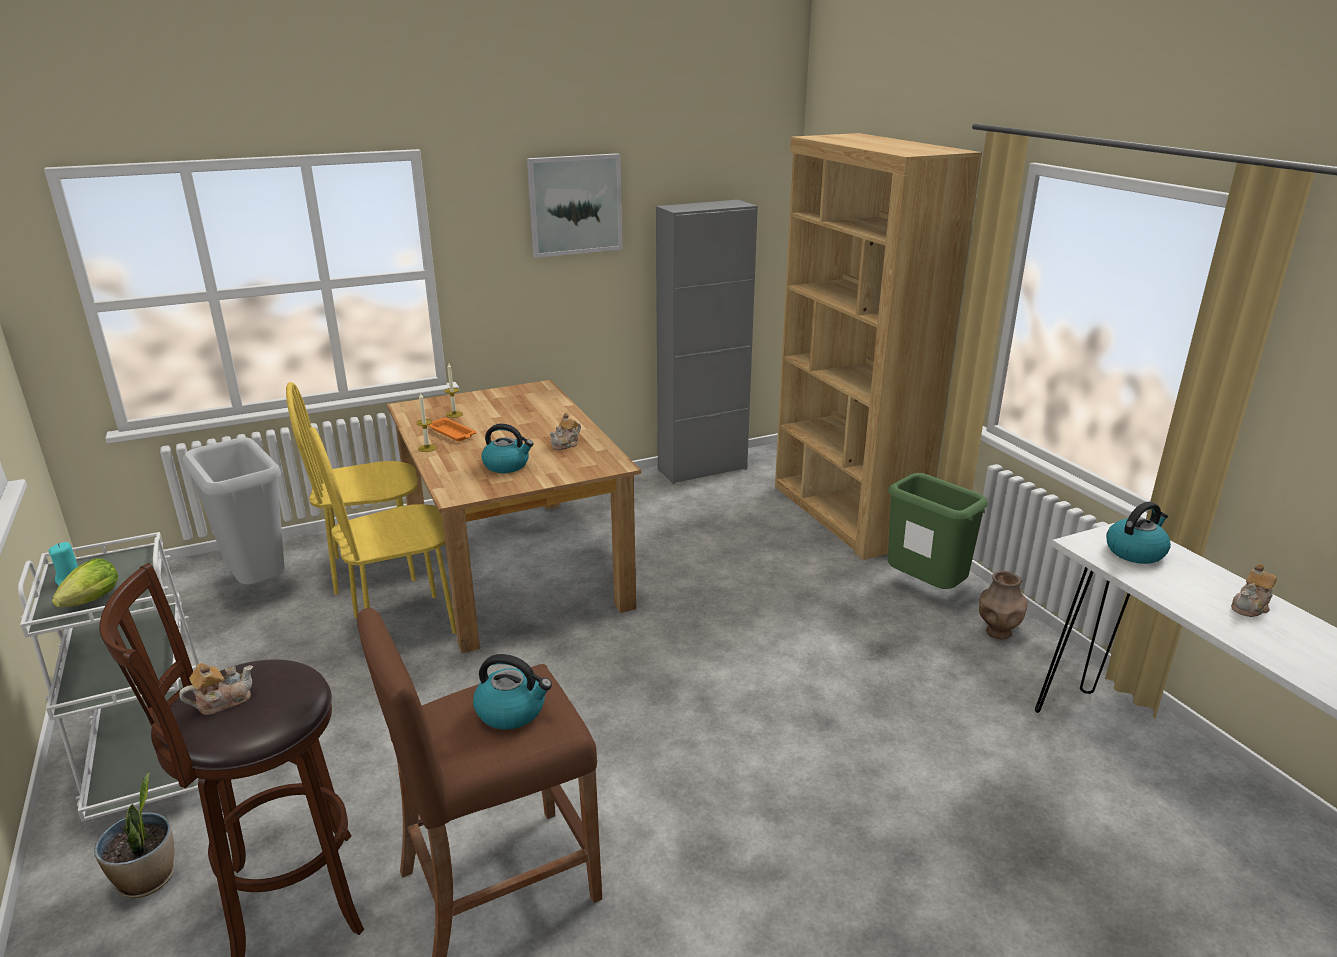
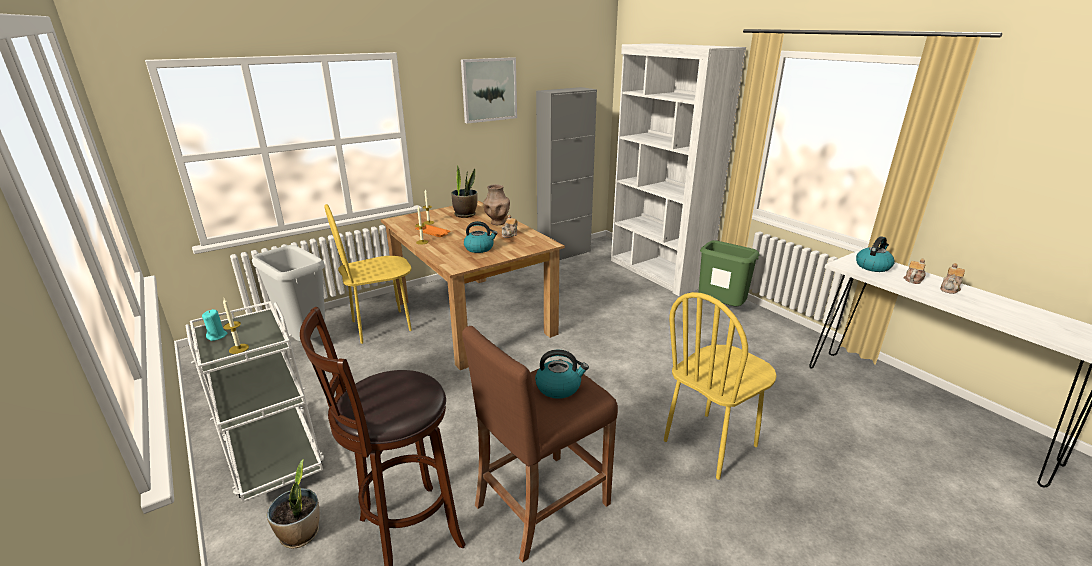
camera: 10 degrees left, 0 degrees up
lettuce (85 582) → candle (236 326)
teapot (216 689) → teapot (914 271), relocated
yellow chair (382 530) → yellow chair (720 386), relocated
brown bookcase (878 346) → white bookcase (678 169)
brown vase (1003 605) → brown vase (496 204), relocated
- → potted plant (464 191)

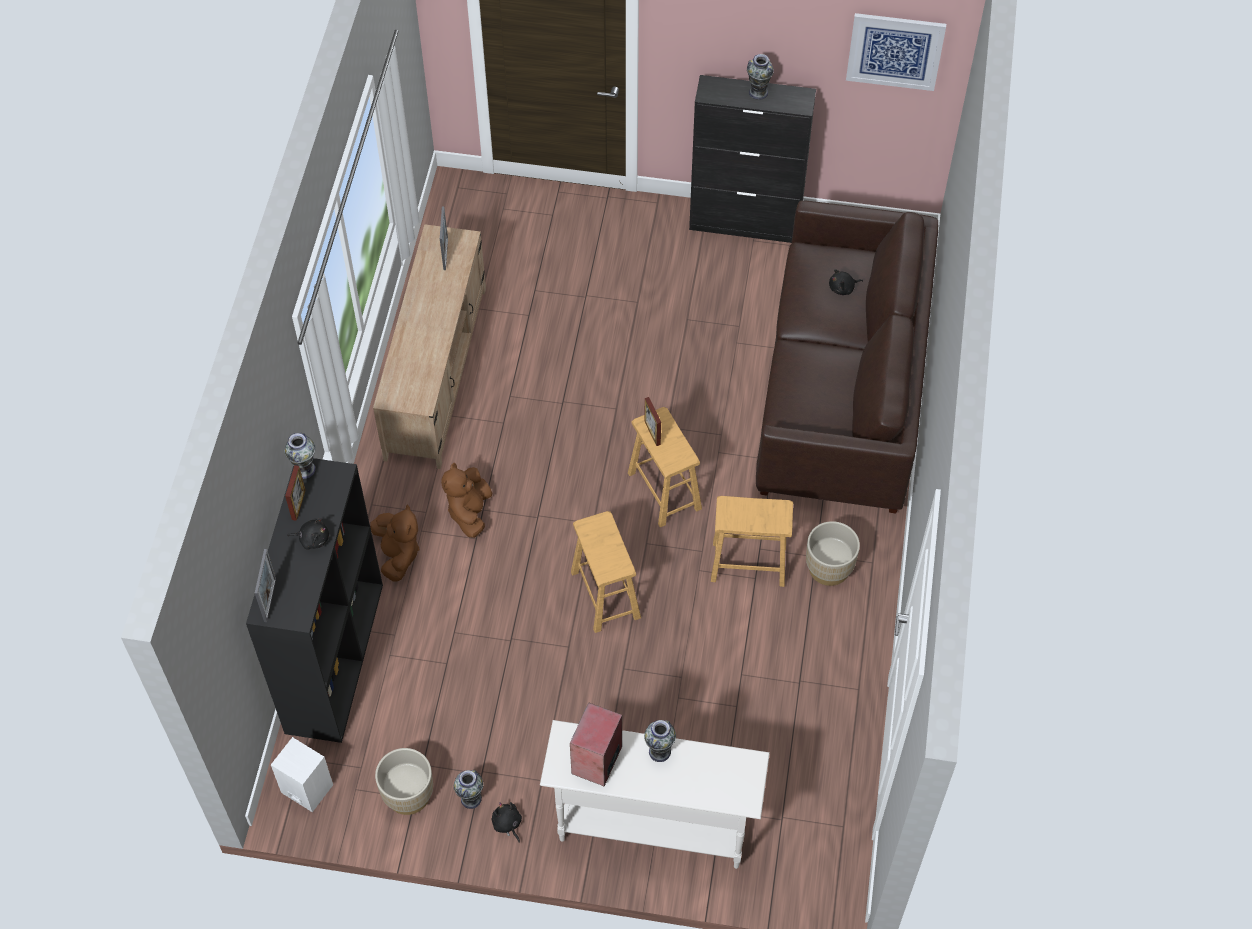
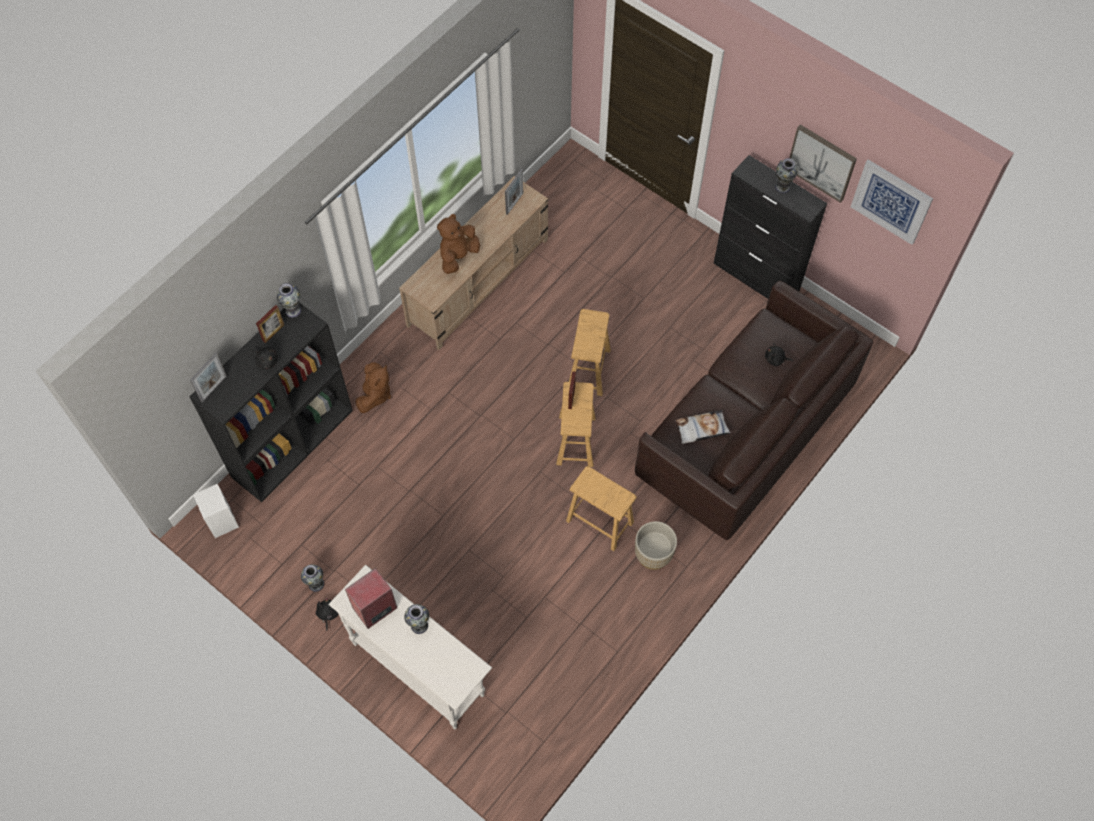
camera: 30 degrees right, 5 degrees up
beige planter (404 781) → -
brown plush toy (466 500) → brown plush toy (458 244), relocated
brown stool (606 572) → brown stool (590 352), relocated
- → pillow (703 427)
- → picture (823 164)

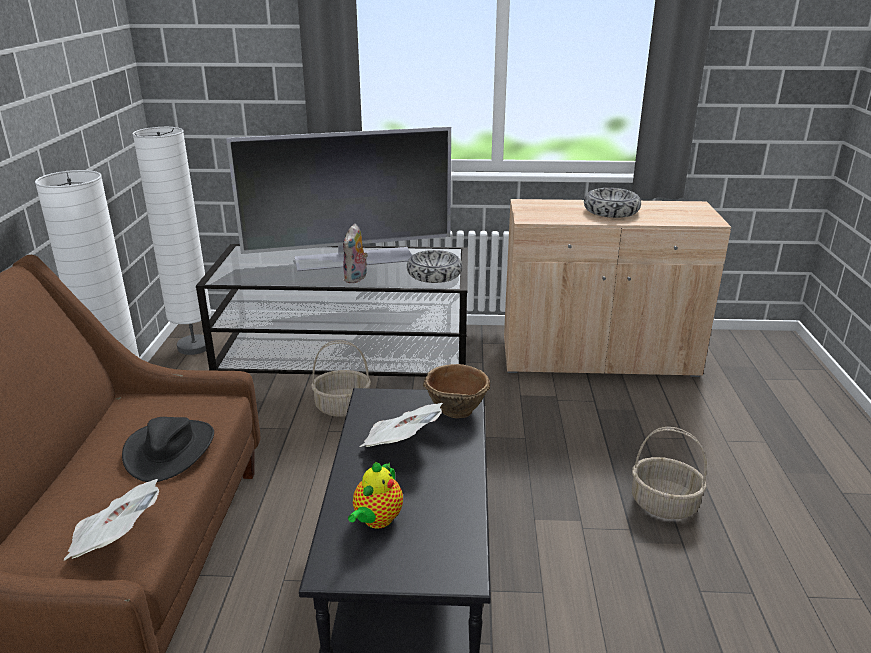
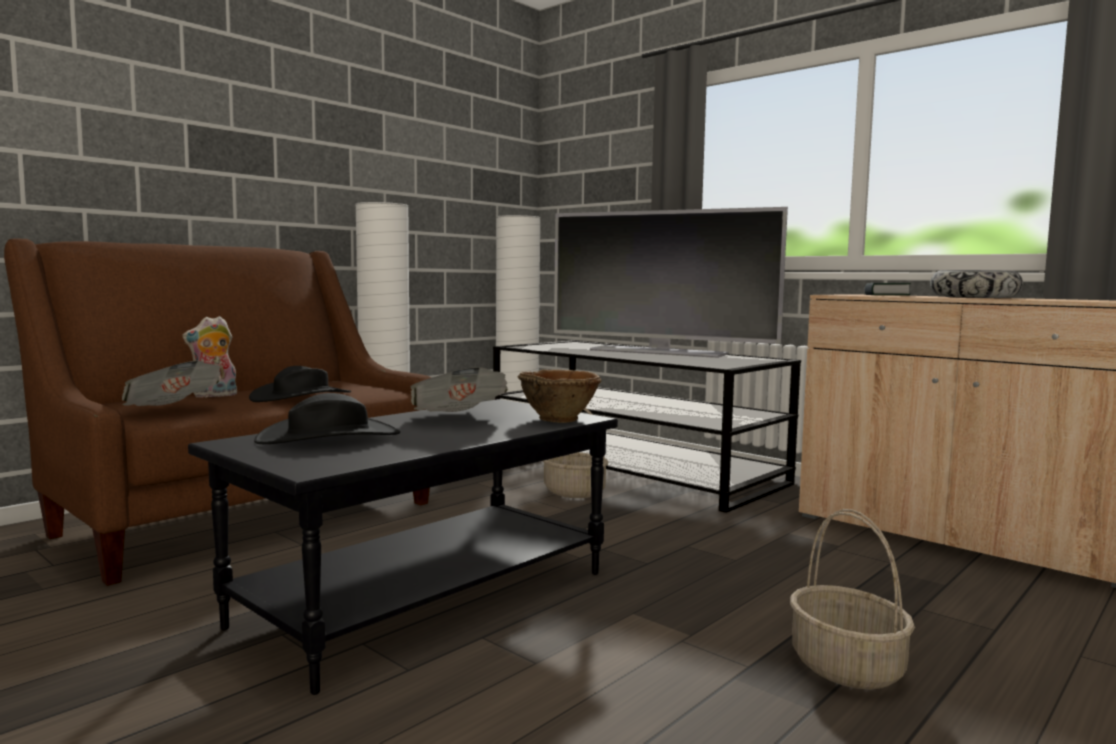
camera: 40 degrees right, 20 degrees down
plush toy (355 253) → plush toy (209 357), relocated
teapot (375 495) → black hat (327 418)
bowl (435 266) → -
- → book (888 289)

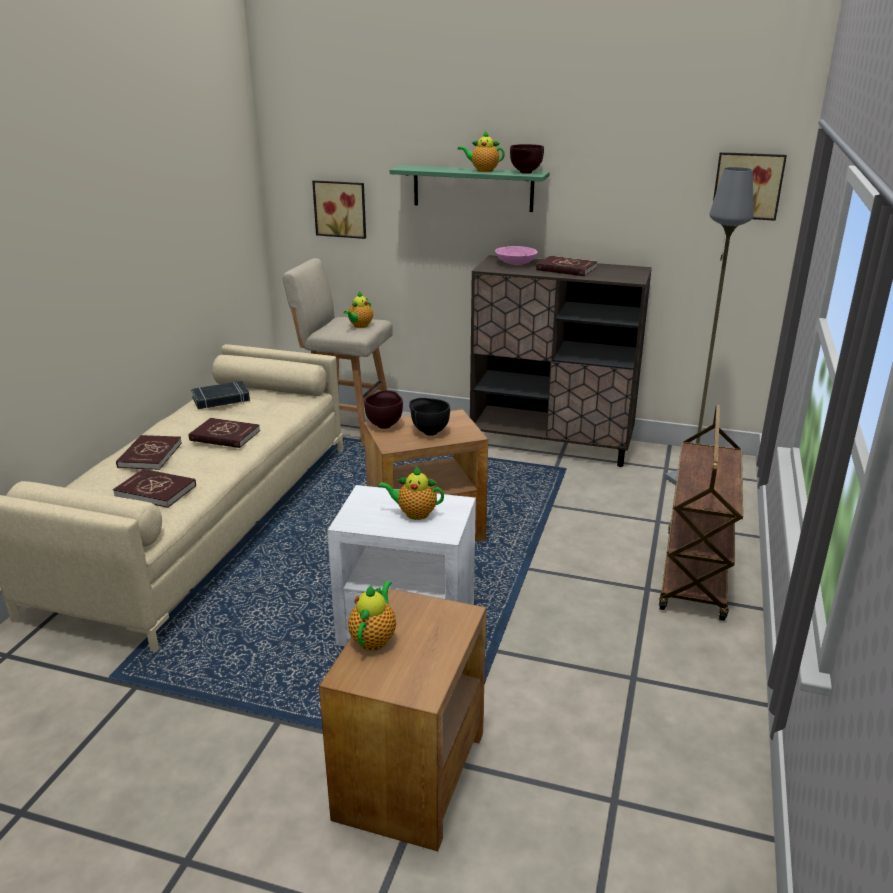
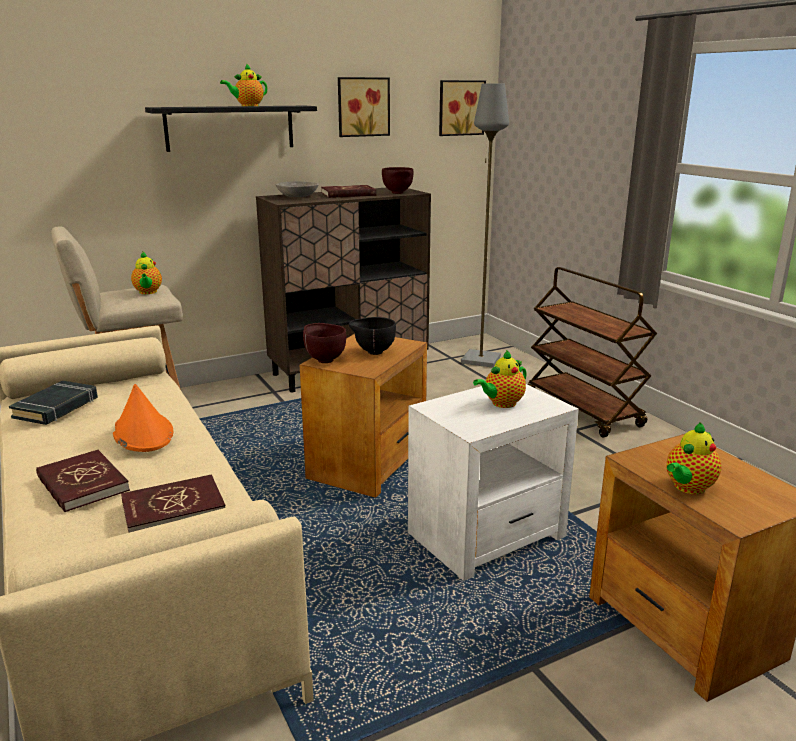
camera: 45 degrees left, 5 degrees down
red book (224 433) → orange hat (143 418)
picture (339 209) → picture (364 107), relocated
teapot (372 616) → teapot (694 458), 105 degrees counterclockwise
green shelf (470 188) → black shelf (231 129)
pink bowl (516 255) → grey bowl (297 189)
brown bowl (527 159) → brown bowl (398 180), relocated

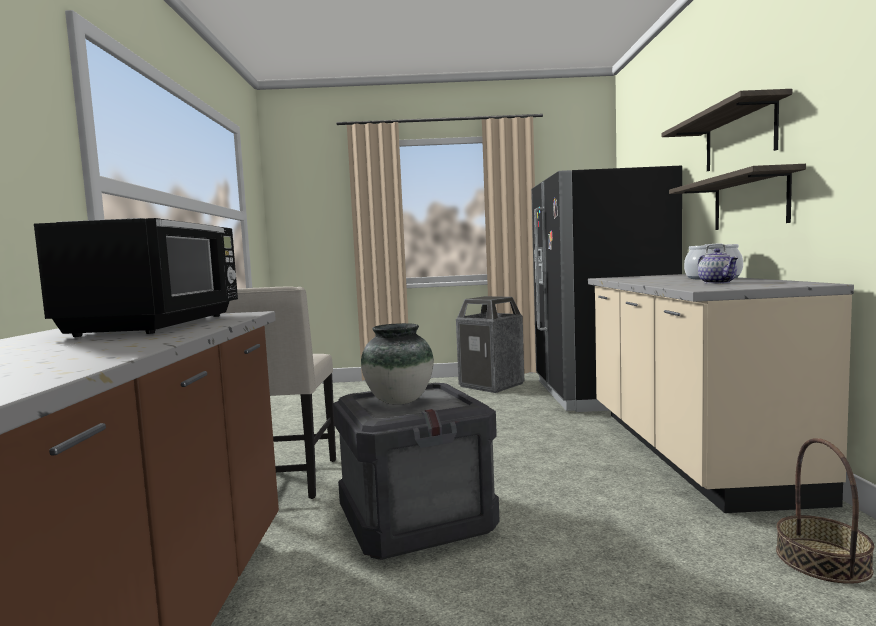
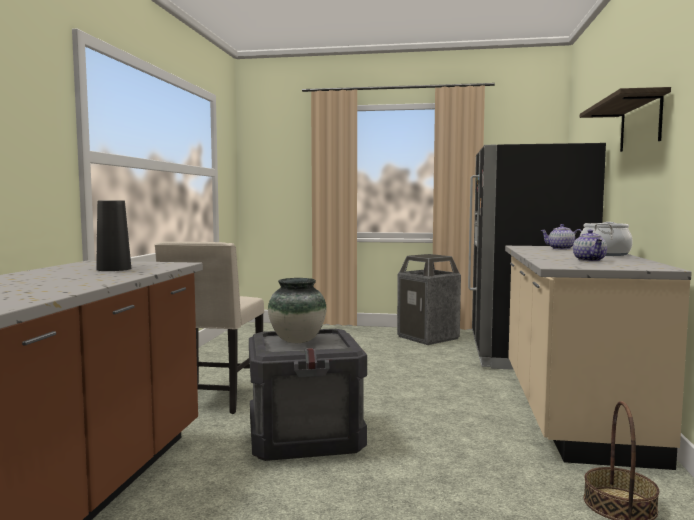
camera: 10 degrees right, 0 degrees up
black microwave (136 277) → black vase (113 235)
shelf (737 197) → -
- → teapot (561 236)

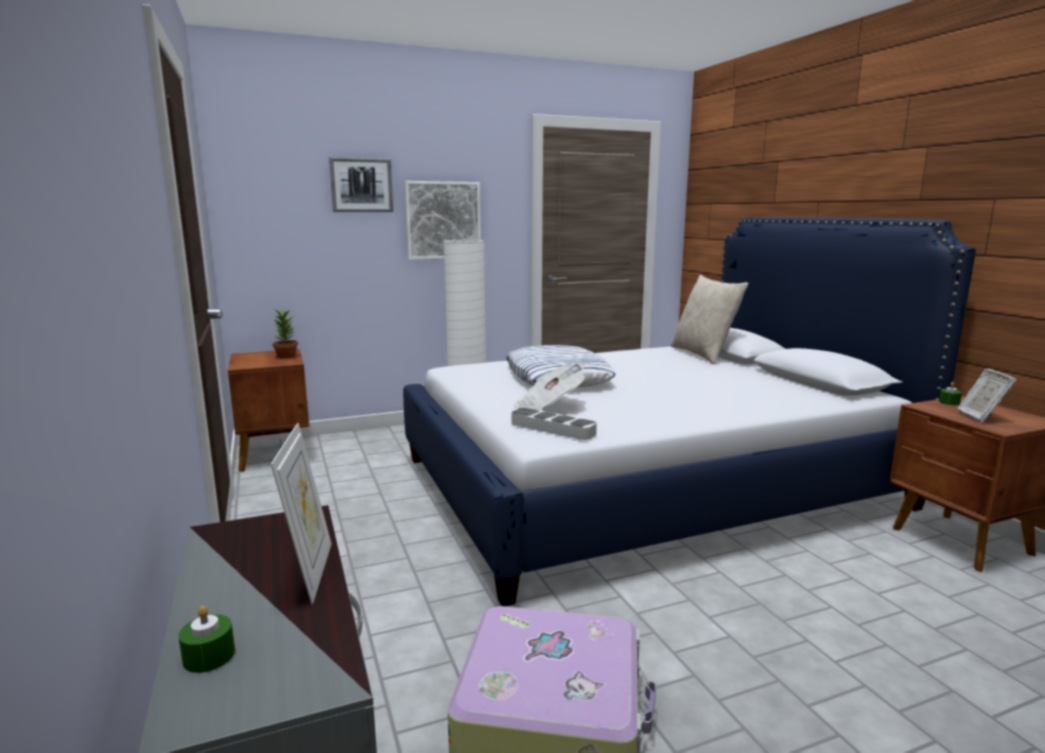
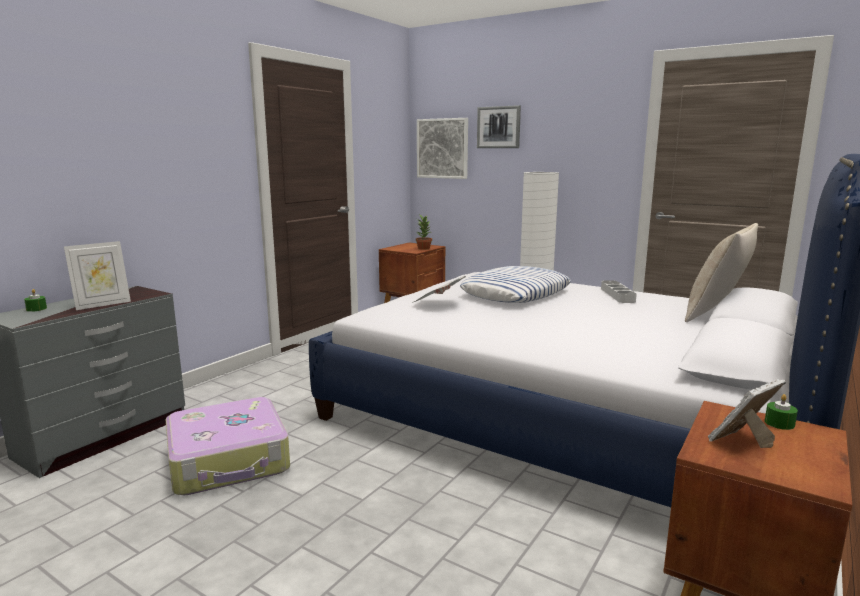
camera: 55 degrees right, 0 degrees up
picture (442 220) → picture (442 148), relocated
grey tray (554 424) → grey tray (619 291), relocated

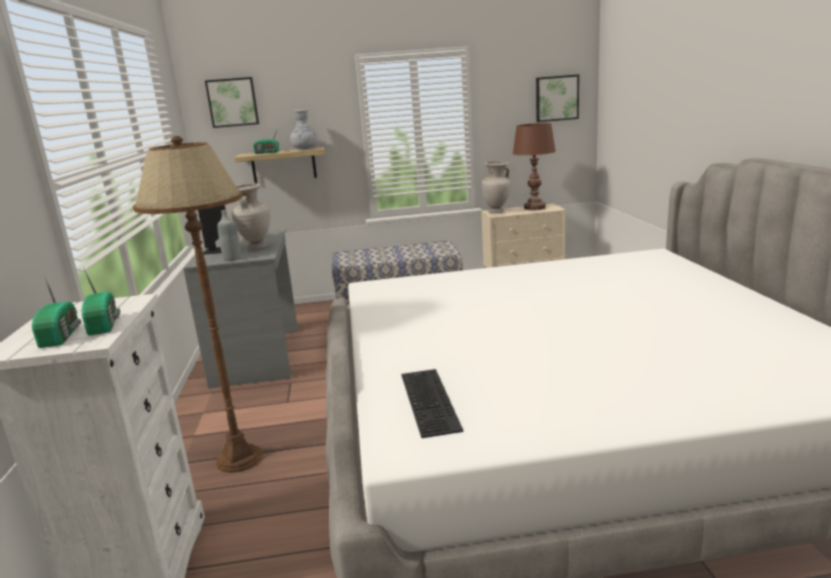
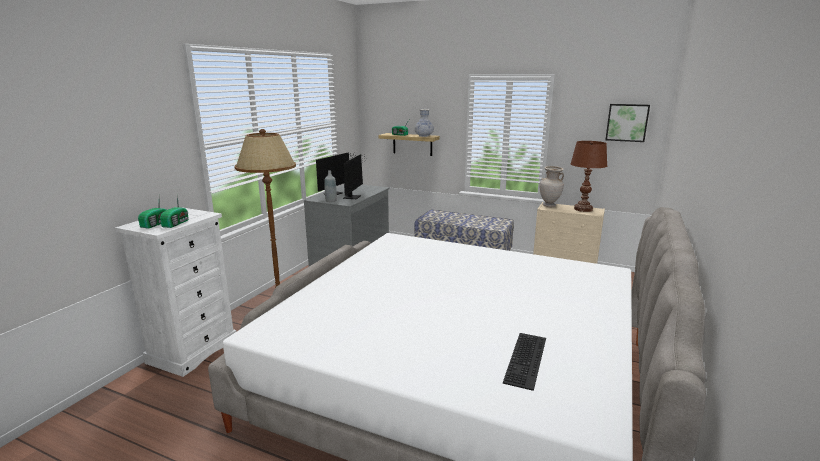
camera: 30 degrees right, 0 degrees up
picture (232 102) → -
beige vase (251 217) → monitor (354 176)
keyboard (432 403) → keyboard (524 362), relocated

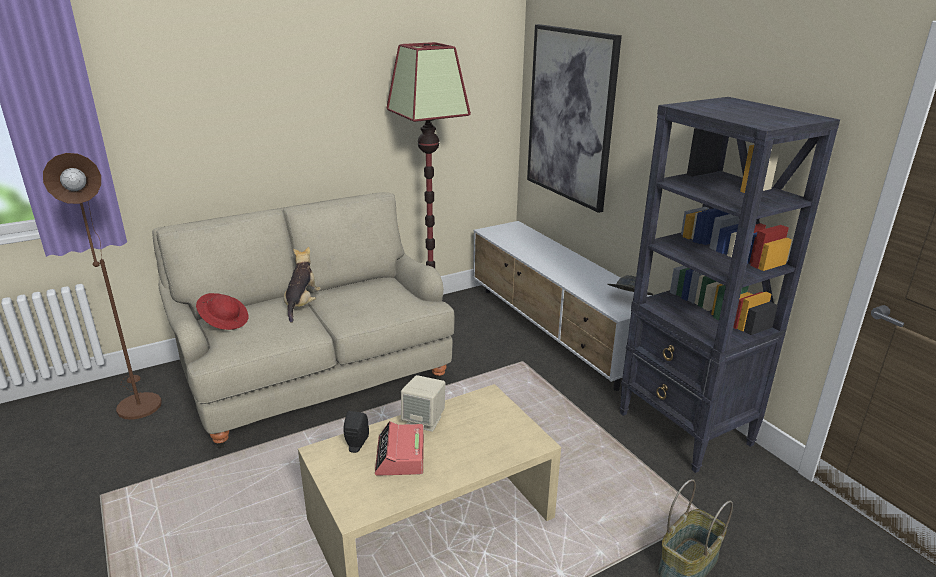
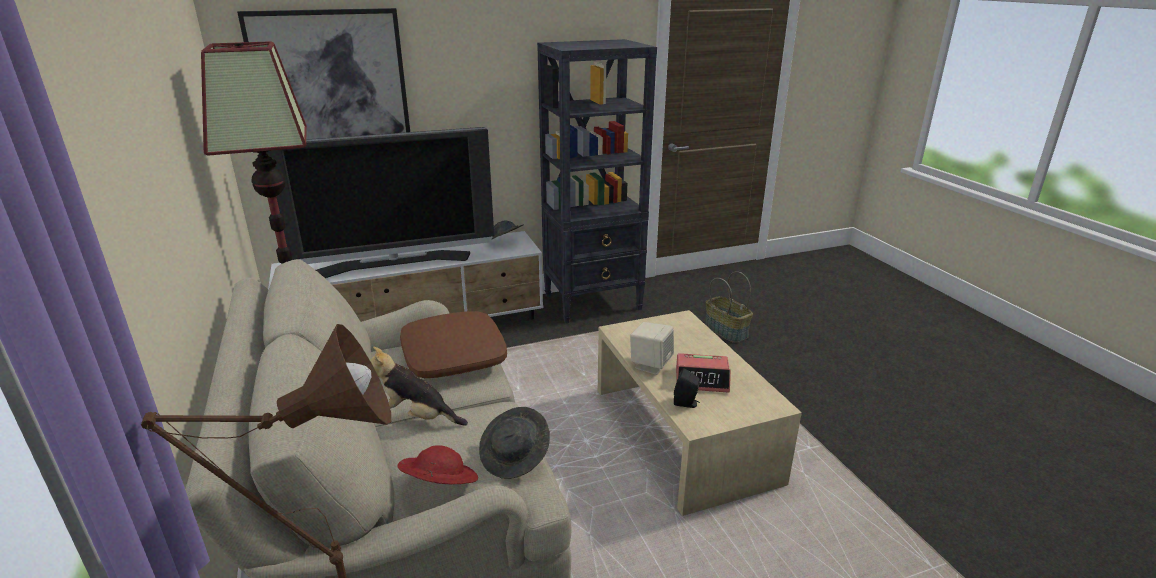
camera: 80 degrees left, 0 degrees up
- → television (380 202)
- → brown pillow (453 344)
- → grey hat (514 443)

